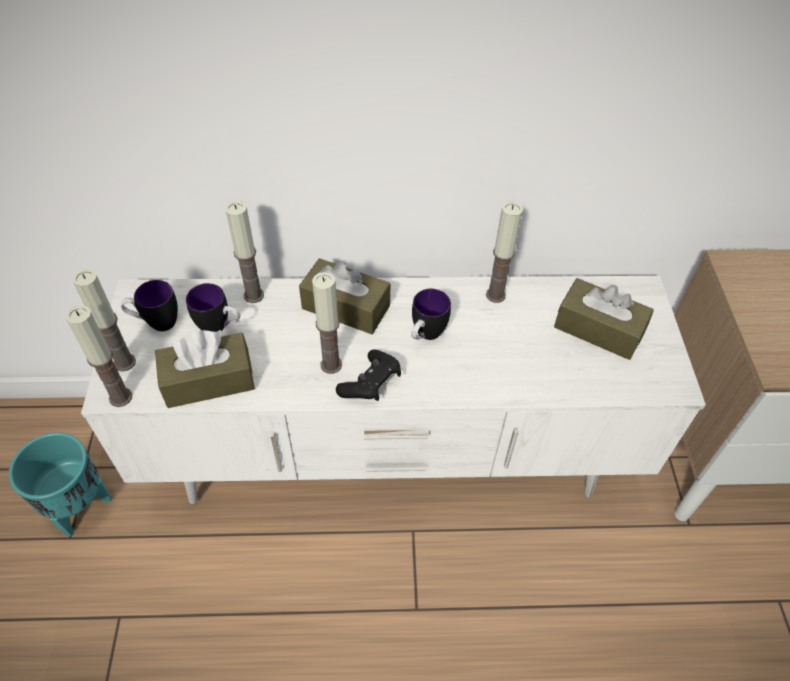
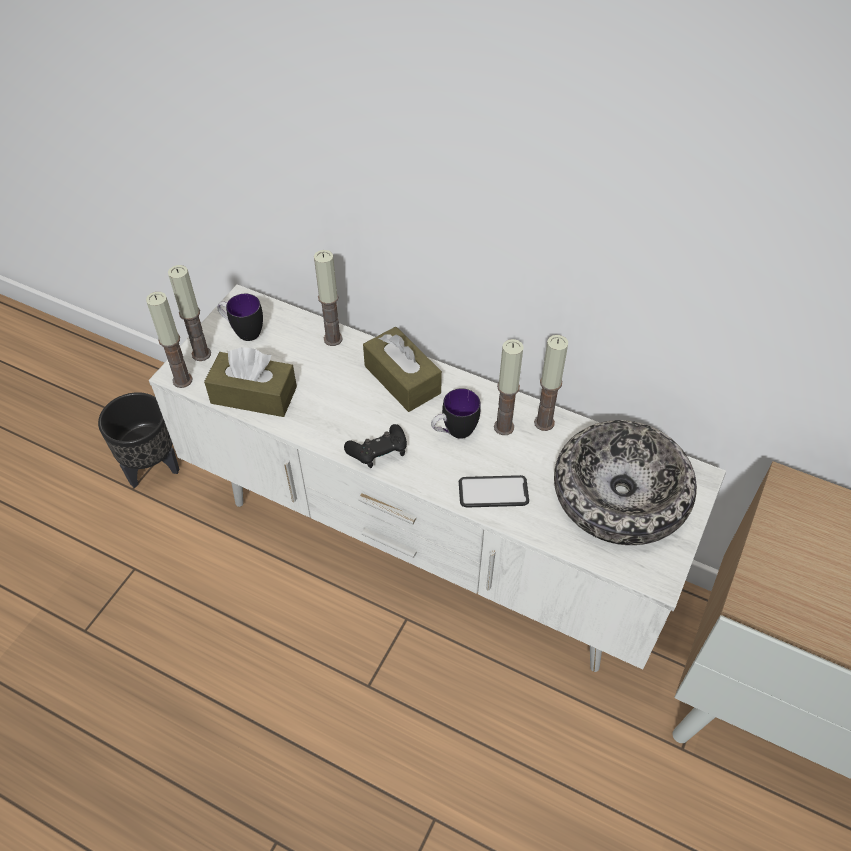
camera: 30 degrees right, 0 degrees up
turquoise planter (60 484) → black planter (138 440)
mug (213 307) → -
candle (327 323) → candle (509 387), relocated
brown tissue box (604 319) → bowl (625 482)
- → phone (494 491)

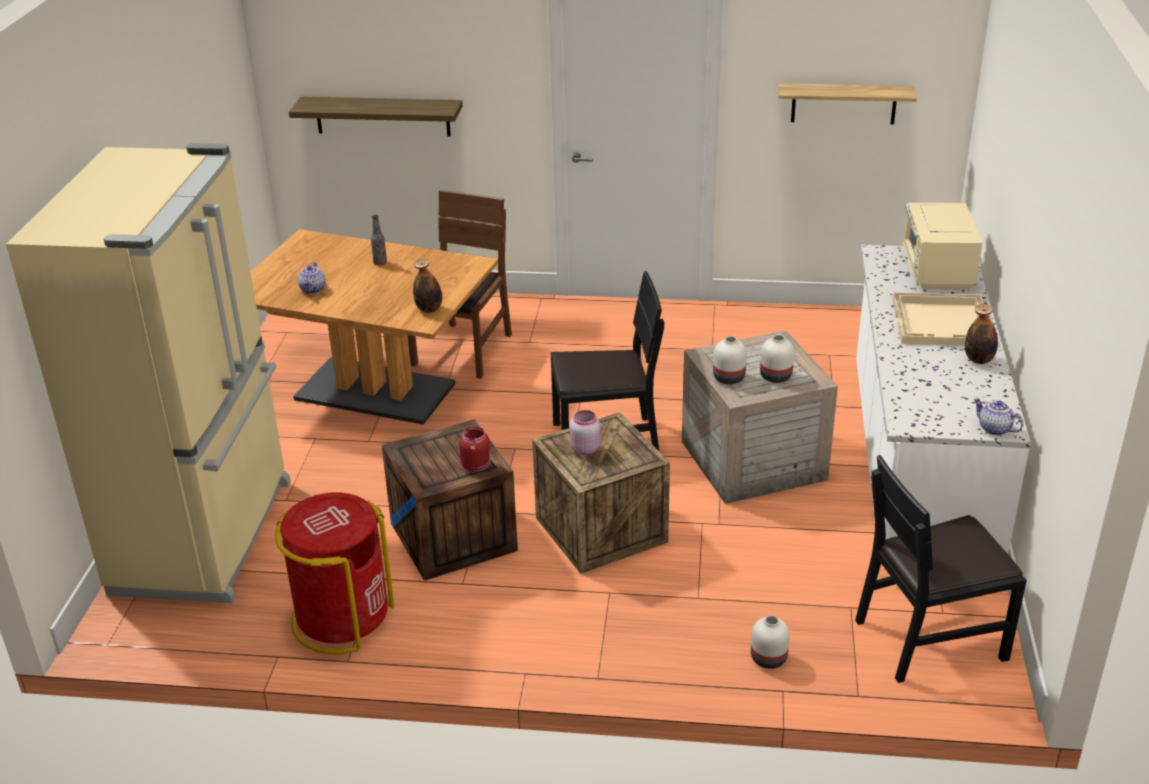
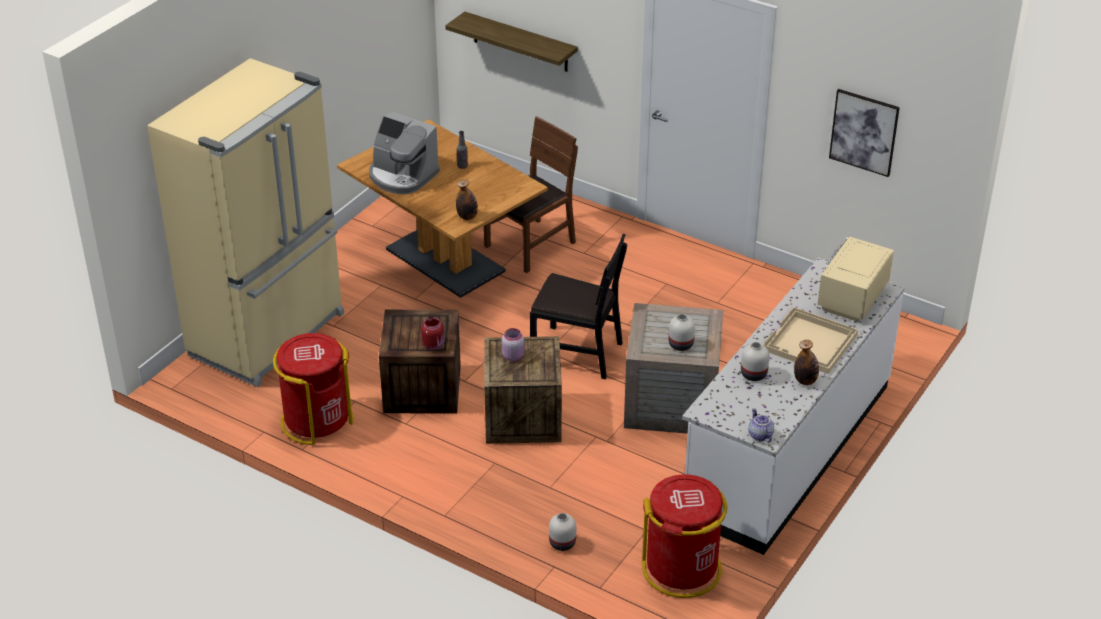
camera: 25 degrees right, 5 degrees up
teapot (312 278) → coffee machine (404 152)
white vase (730 360) → white vase (755 361), relocated
shelf (847 103) → picture (864 133)
black chair (941 569) → red trash can (684 536)

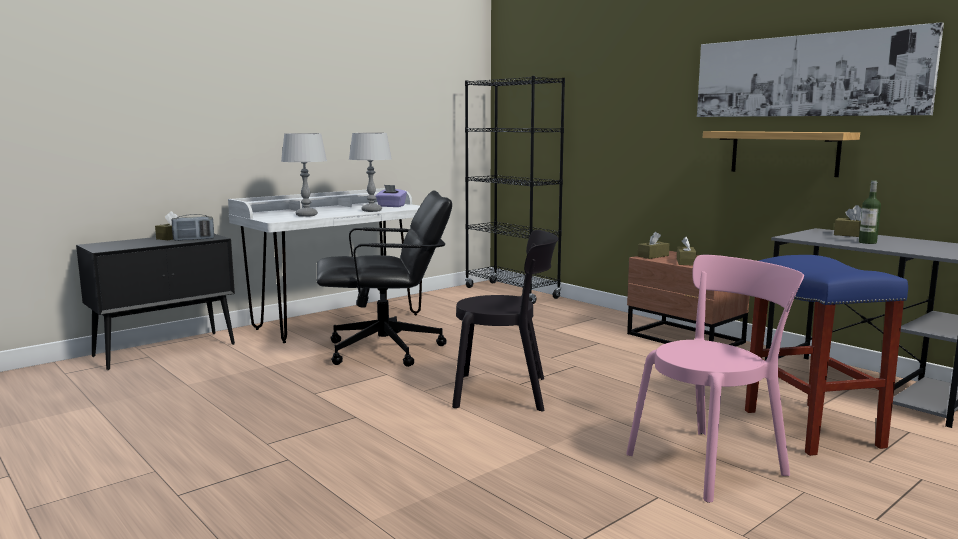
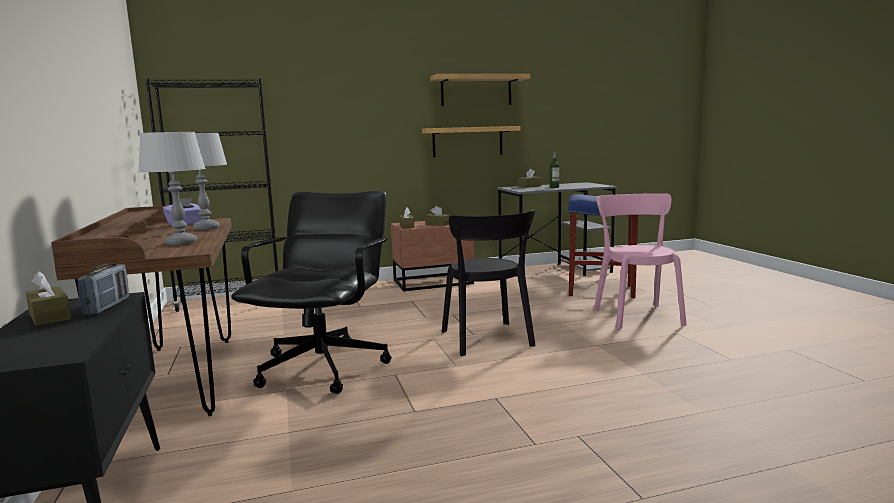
camera: 65 degrees left, 0 degrees up
white desk (325 265) → brown desk (141 311)
black chair (505 321) → black chair (489 283), 135 degrees clockwise
picture (820 69) → shelf (480 90)

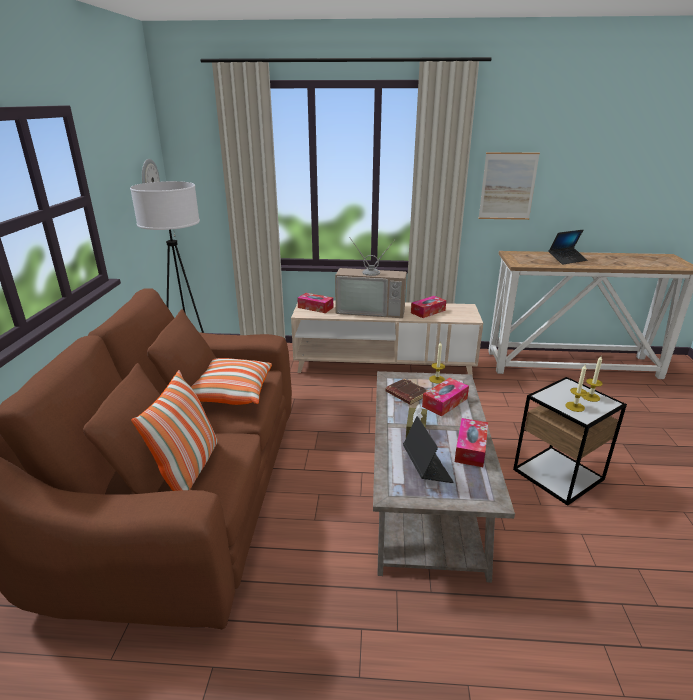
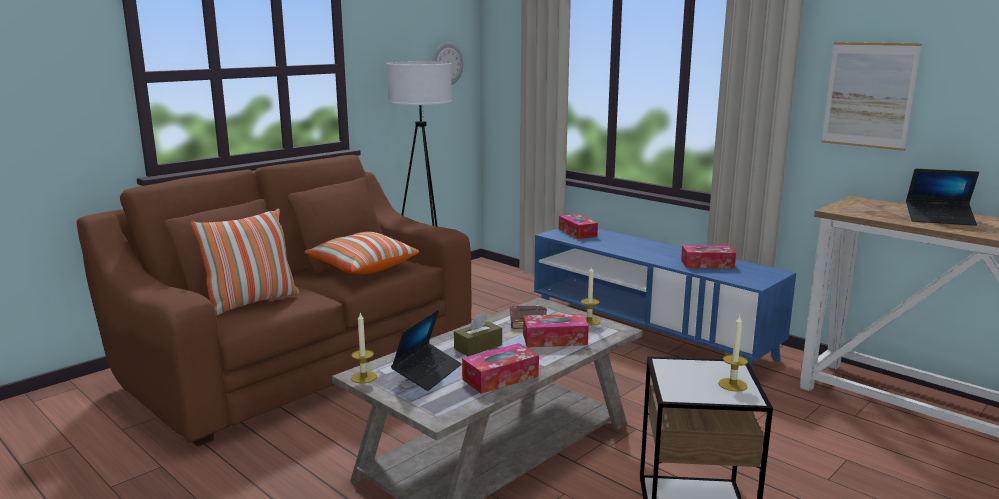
camera: 40 degrees right, 10 degrees down
beige tv stand (387 339) → blue tv stand (665 299)
television (371 278) → -
candle (576 388) → candle (364 348), relocated

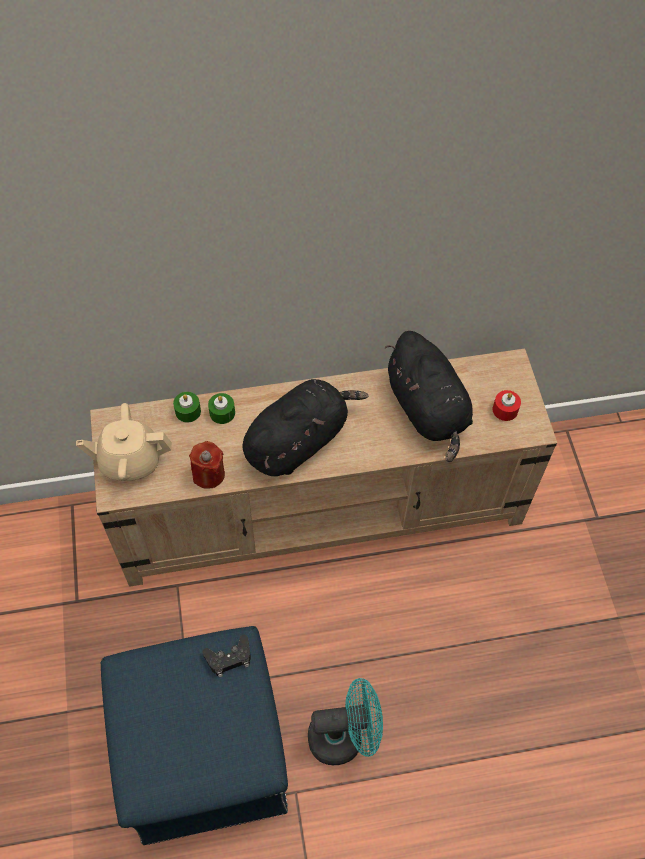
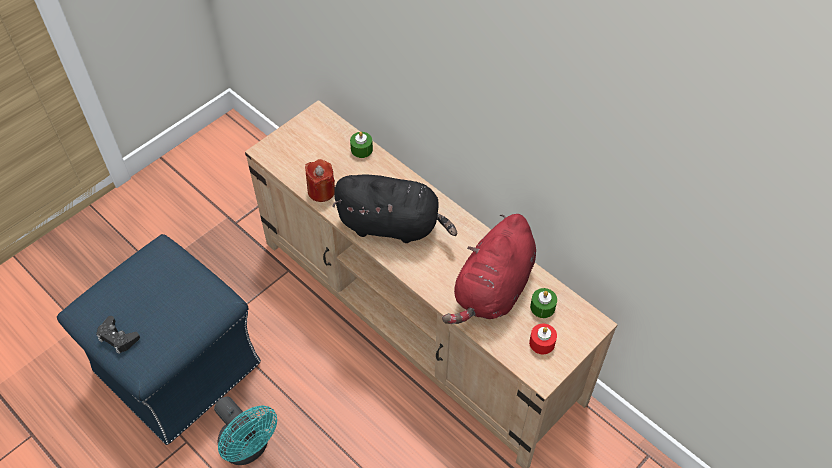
camera: 55 degrees right, 5 degrees down
beige teapot (124 442) → -
black game controller (227 656) → black game controller (118 335), relocated
green candle (221 408) → green candle (543 303), relocated
black plush toy (428 396) → red plush toy (489 269)

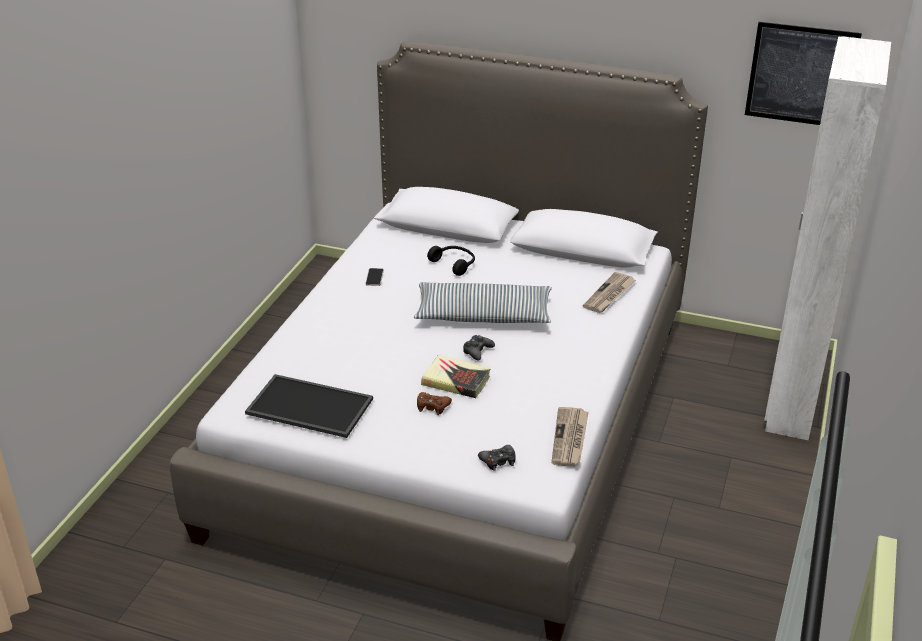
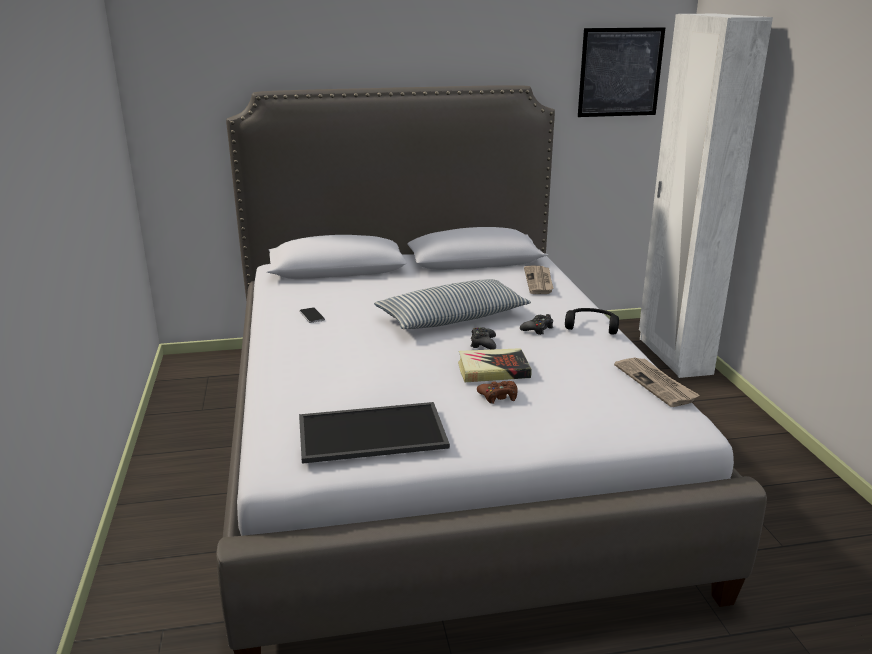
camera: 30 degrees left, 10 degrees down
black headphones (451 261) → black headphones (592 321), relocated
black game controller (496 458) → black game controller (536 324), relocated

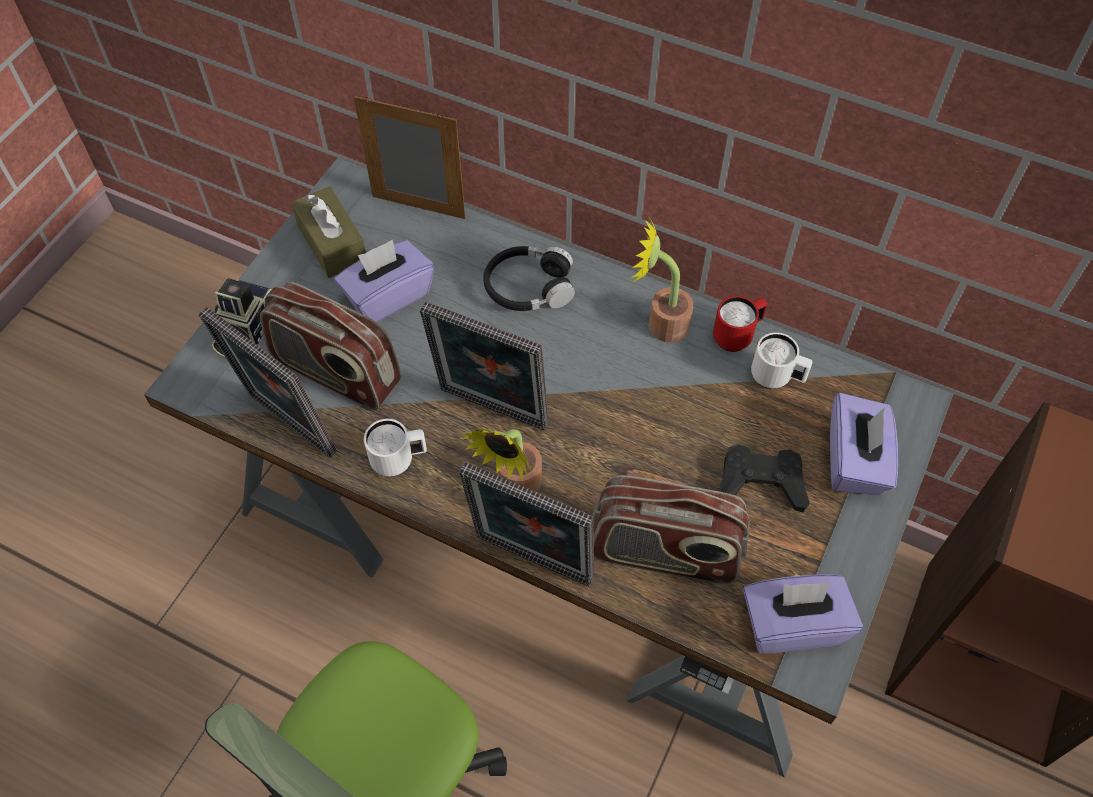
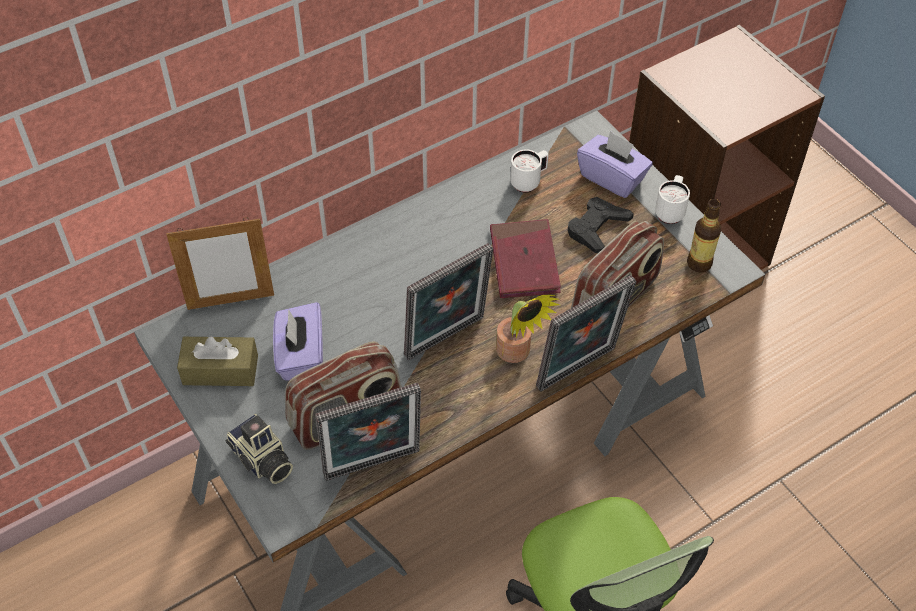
camera: 60 degrees left, 5 degrees down
picture frame (410 157) → picture frame (220 263), 150 degrees counterclockwise
white mug (395 448) → white mug (672 199), relocated
black headphones (529 278) → -
potted plant (662 279) → -
red mug (740 324) → -
purple tissue box (803 614) → bottle (704 236)
- → red book (525 258)

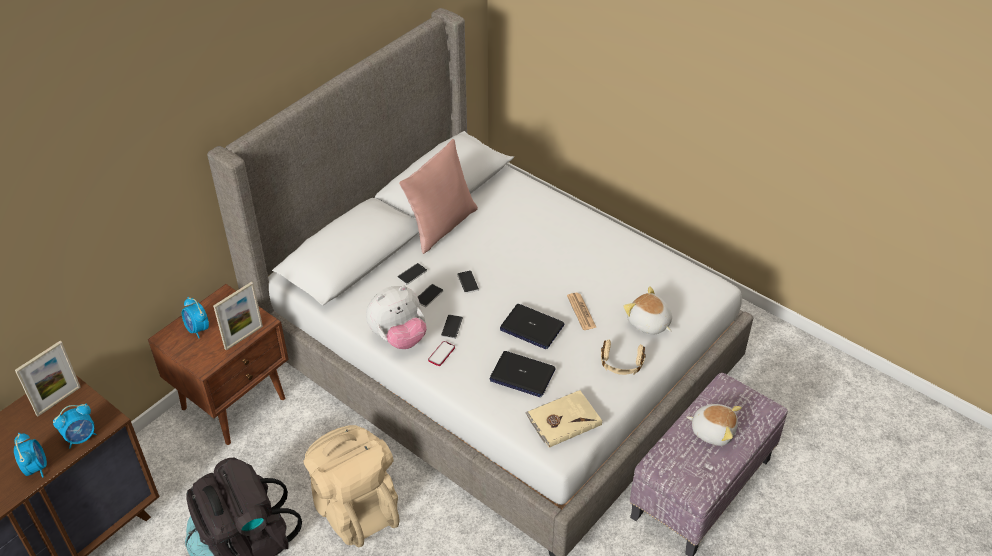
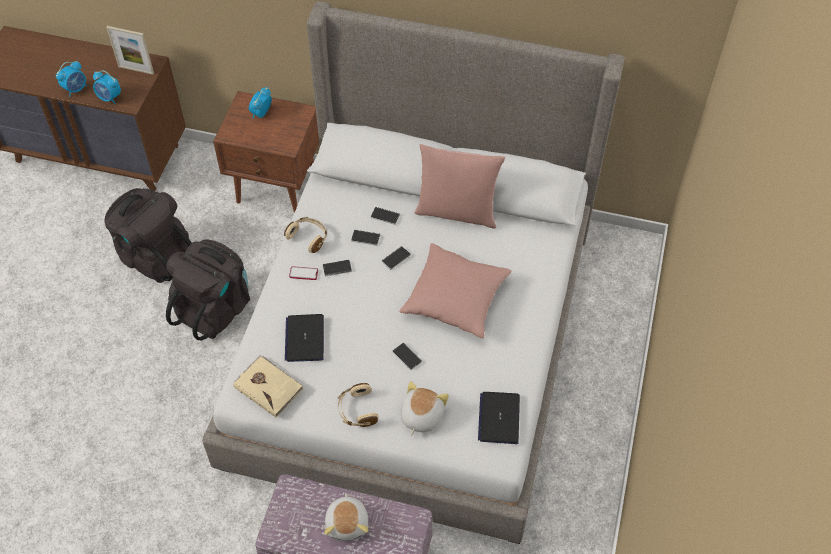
camera: 65 degrees right, 10 degrees up
picture frame (238 316) → -
beige backpack (352 486) → black backpack (208 289)
plush toy (396 317) → beige headphones (305 235)
laptop (532 326) → laptop (499 418), relocated
newspaper (582 311) → phone (407 356)
- → pink pillow (455 291)

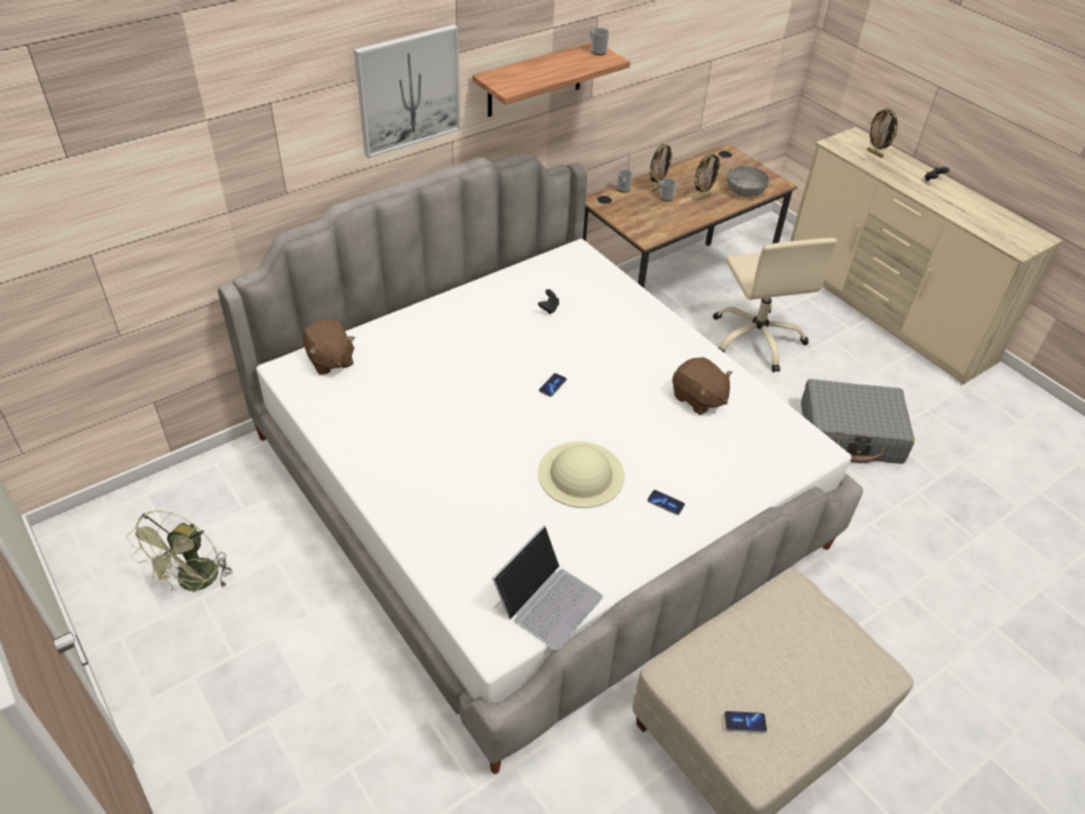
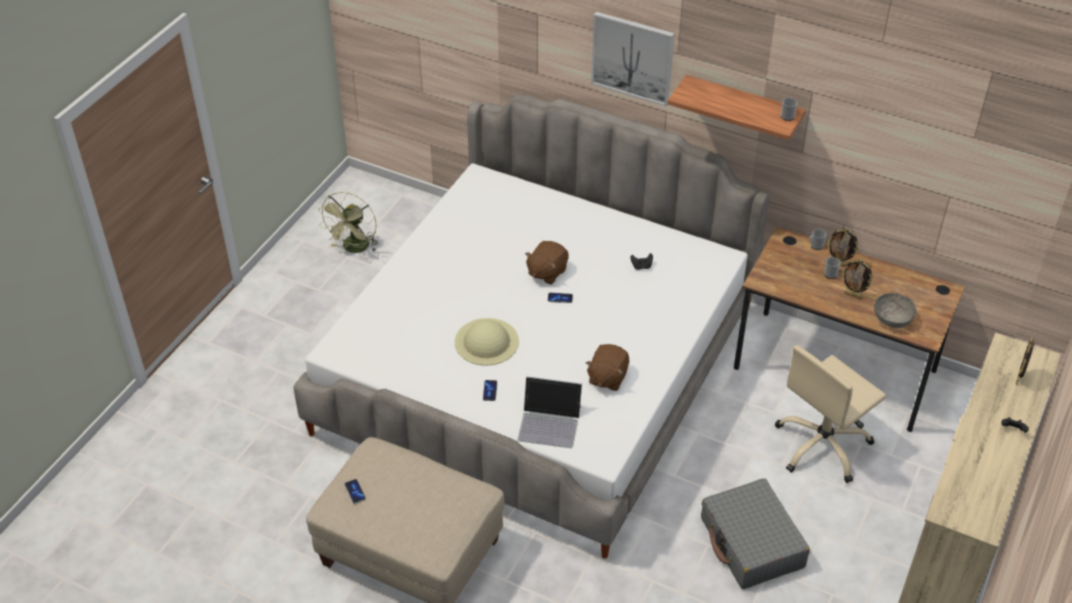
camera: 65 degrees right, 0 degrees up
green fan (179 551) → green fan (349 222), 60 degrees counterclockwise
brown plush toy (329 347) → brown plush toy (547 262), relocated
laptop (547 587) → laptop (549 412), relocated

